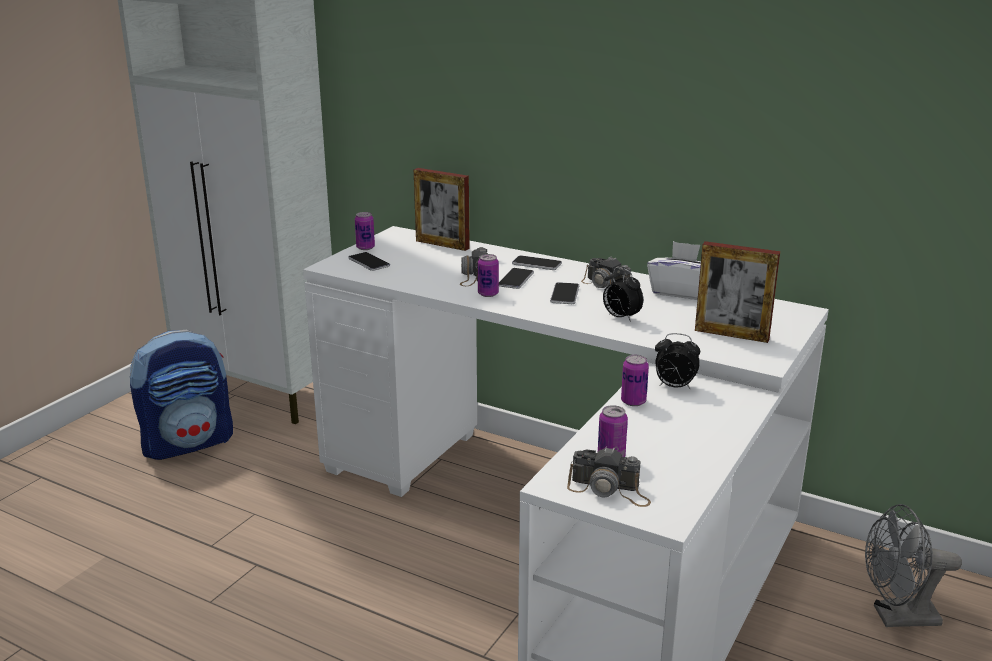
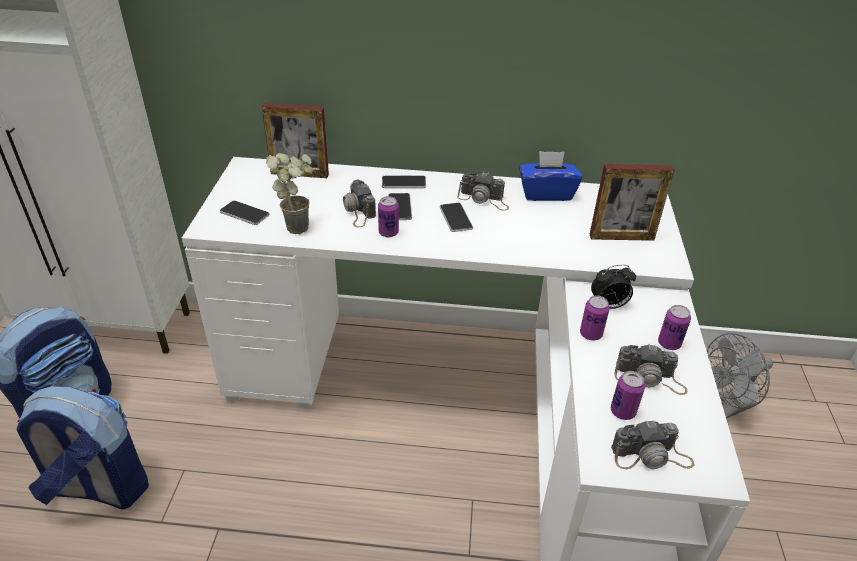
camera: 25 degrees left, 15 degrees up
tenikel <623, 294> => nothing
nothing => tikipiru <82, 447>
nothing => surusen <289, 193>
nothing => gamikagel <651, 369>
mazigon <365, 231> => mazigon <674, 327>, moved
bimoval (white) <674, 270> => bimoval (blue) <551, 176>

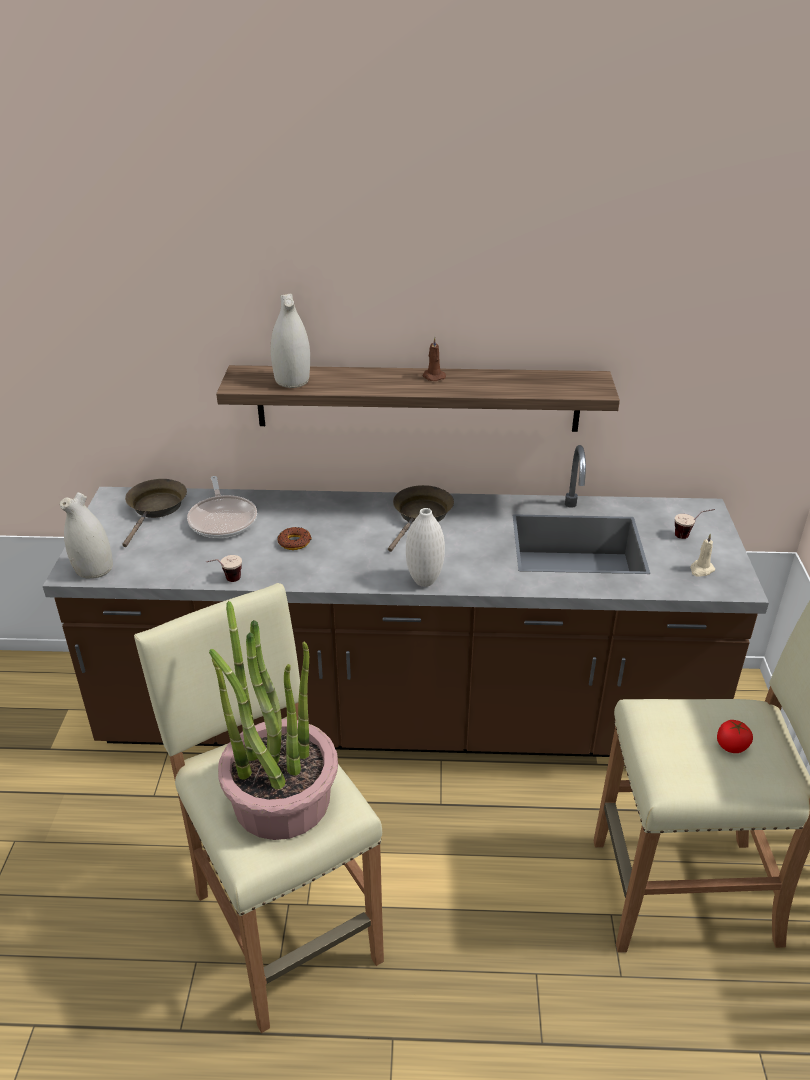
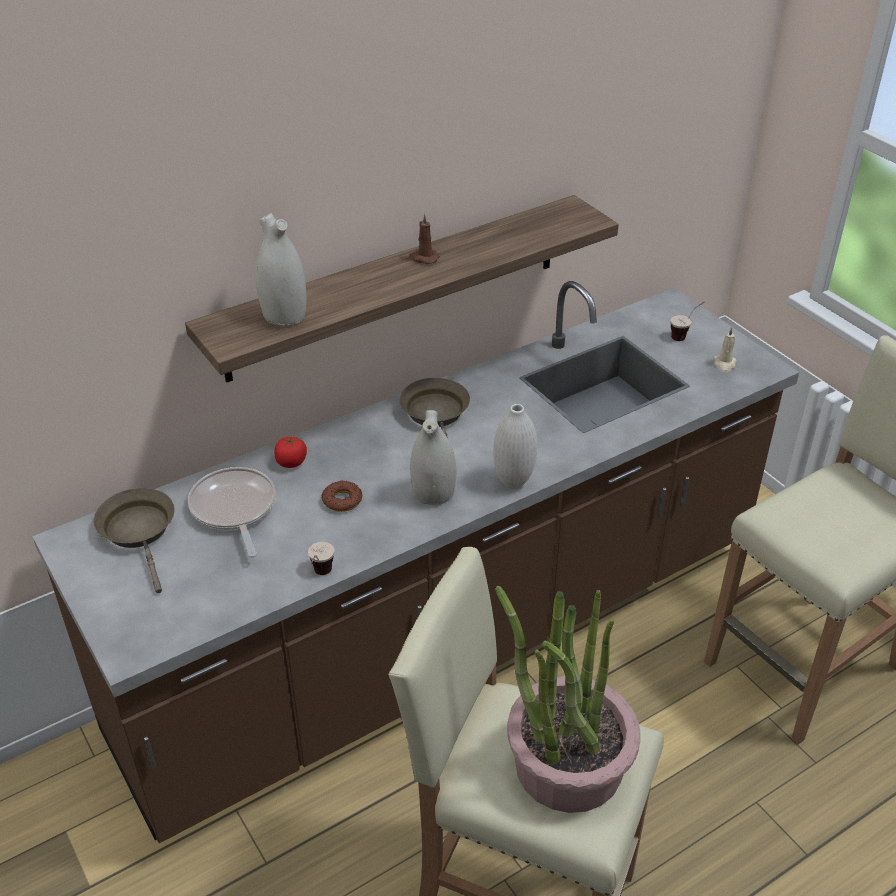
camera: 35 degrees left, 5 degrees up
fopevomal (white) <86, 535> => fopevomal (white) <433, 457>, moved
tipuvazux <735, 736> => tipuvazux <290, 452>, moved
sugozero <222, 507> => sugozero <232, 512>, 150 degrees counterclockwise

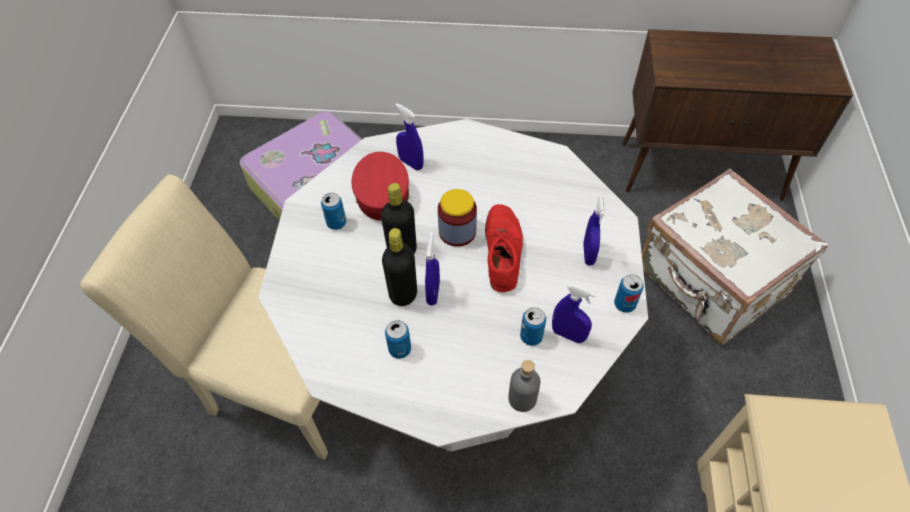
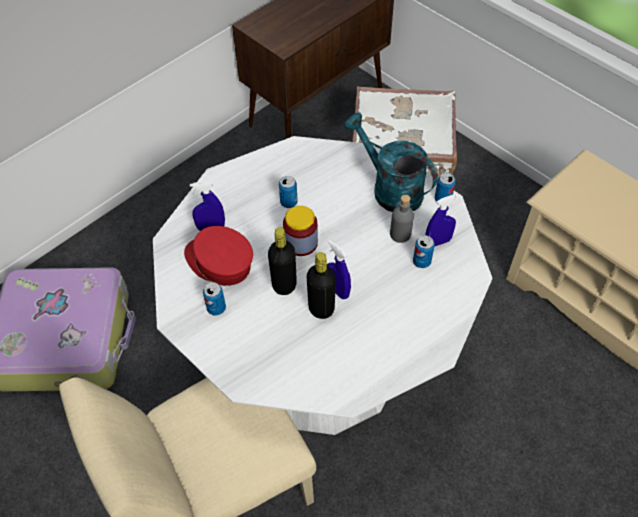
camera: 50 degrees left, 0 degrees up
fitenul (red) <504, 248> => nothing
mazigon <398, 339> => mazigon <288, 192>, moved
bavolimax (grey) <524, 386> => bavolimax (grey) <402, 219>, moved
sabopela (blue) <594, 231> => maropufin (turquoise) <391, 162>

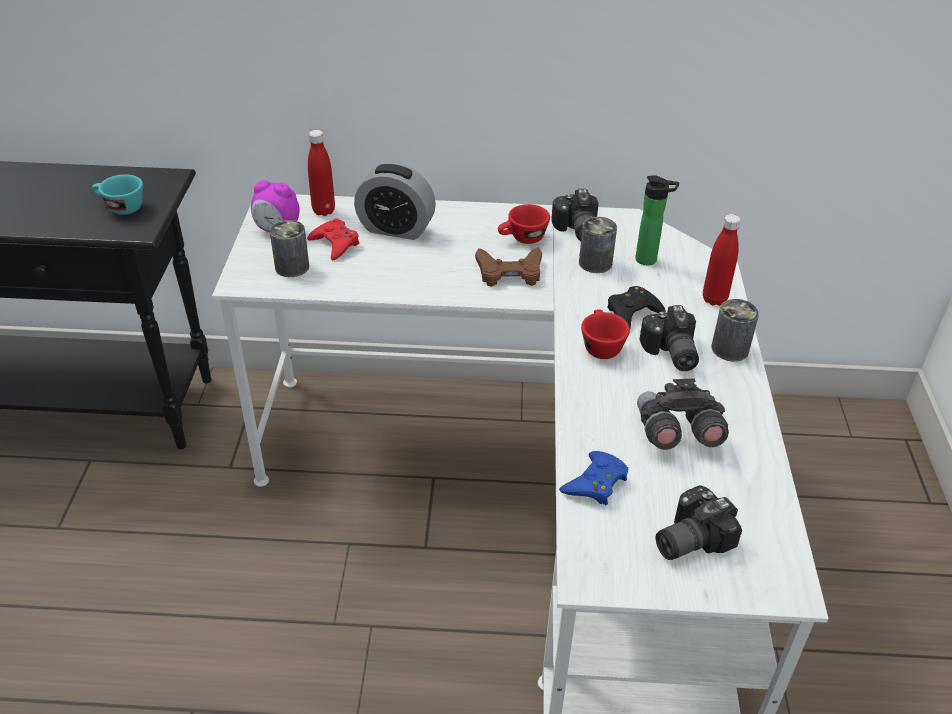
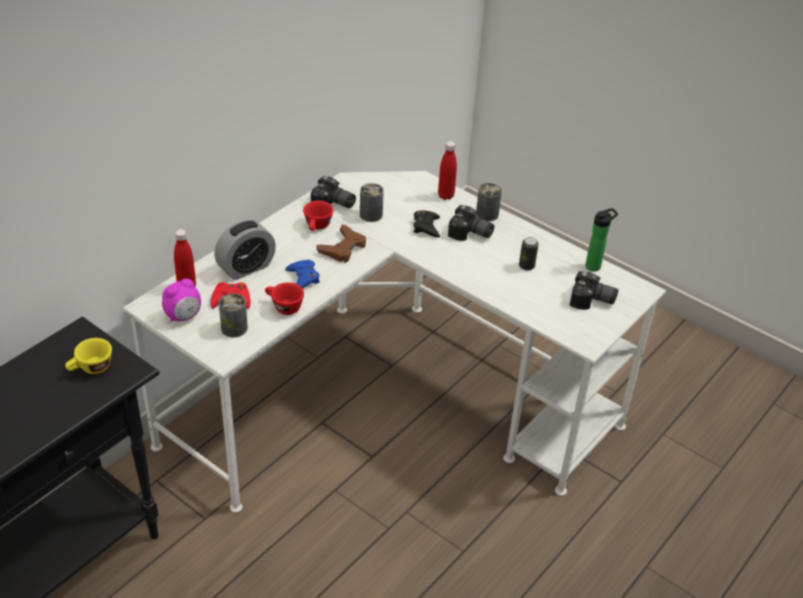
camera: 55 degrees left, 0 degrees up
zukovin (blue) <593, 478> => zukovin (blue) <302, 274>, moved
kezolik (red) <605, 334> => kezolik (red) <284, 298>, moved
bavolimax <657, 220> => bavolimax <601, 240>, moved
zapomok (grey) <683, 414> => mazigon <529, 253>
kezolik (turquoise) <117, 194> => kezolik (yellow) <88, 356>
gamikagel <699, 522> => gamikagel <594, 290>, 75 degrees counterclockwise

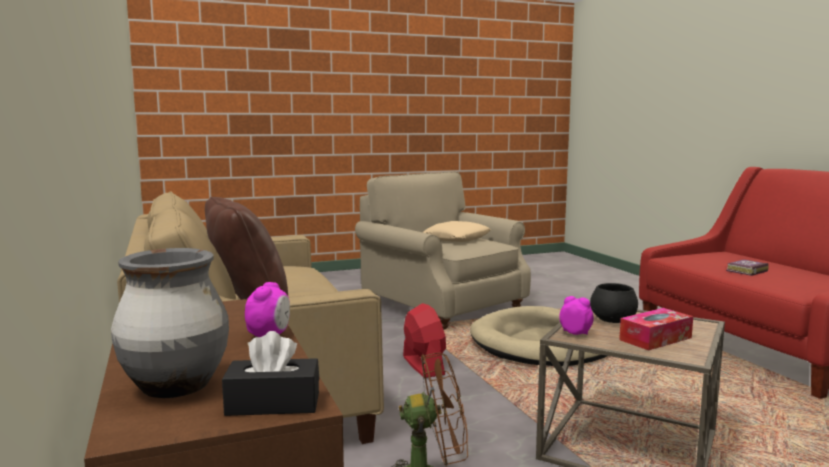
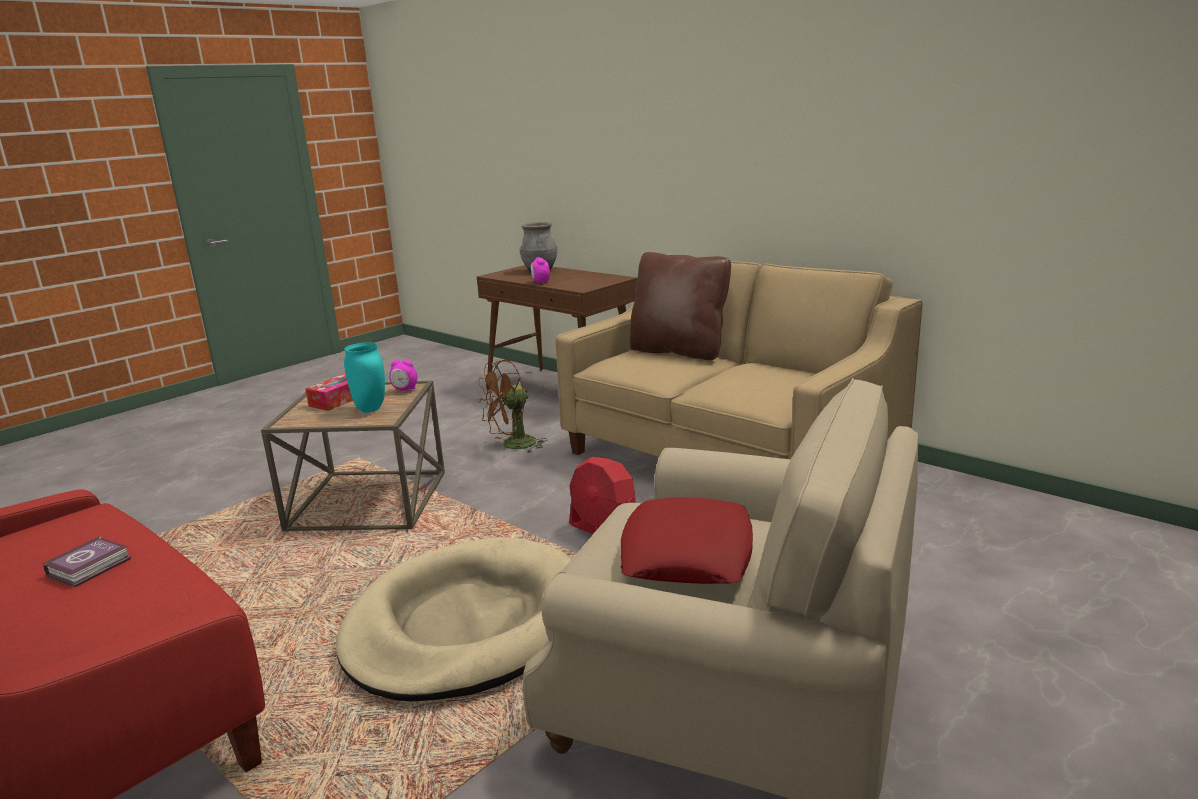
camera: 155 degrees right, 10 degrees up
bimoval (black) <270, 373> => nothing
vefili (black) <614, 303> => fopevomal (turquoise) <364, 377>
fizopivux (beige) <457, 231> => fizopivux (red) <687, 540>

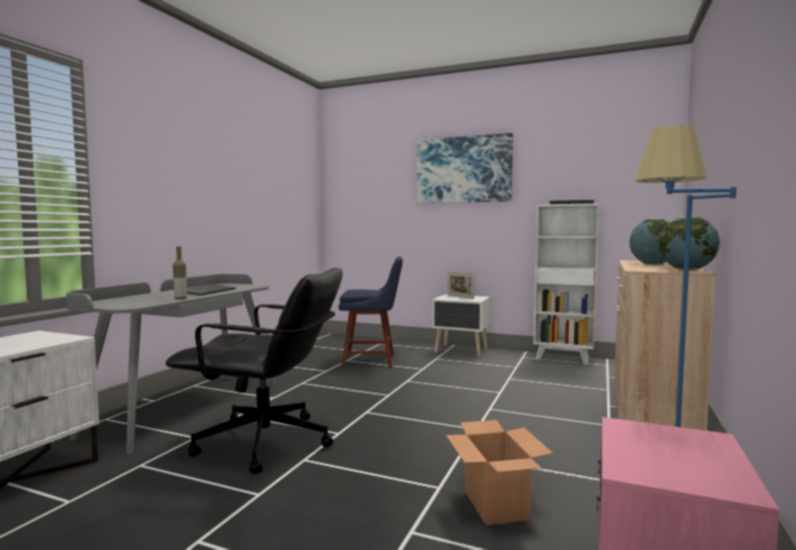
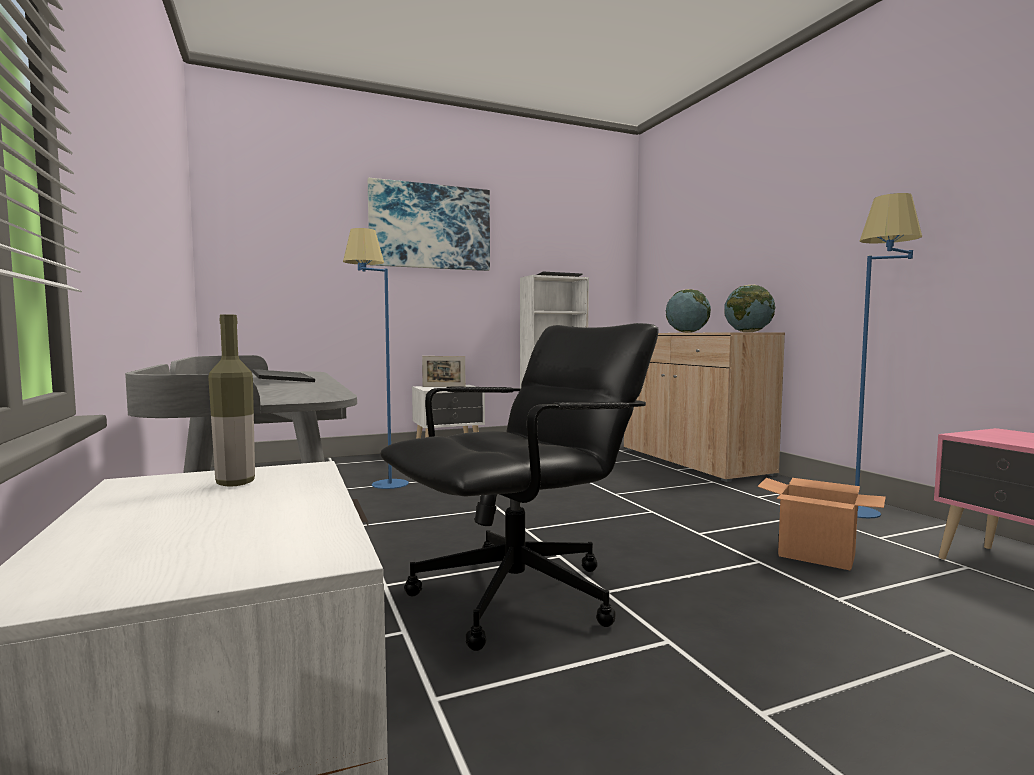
camera: 45 degrees left, 0 degrees up
bavolimax <180, 272> => bavolimax <231, 400>, moved
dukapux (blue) <371, 312> => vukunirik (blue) <376, 358>

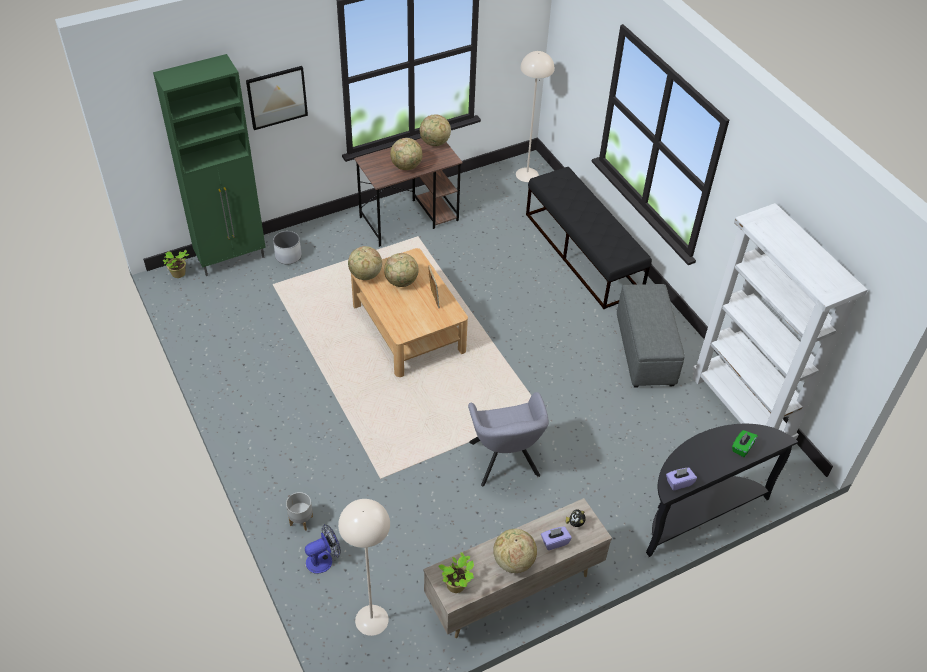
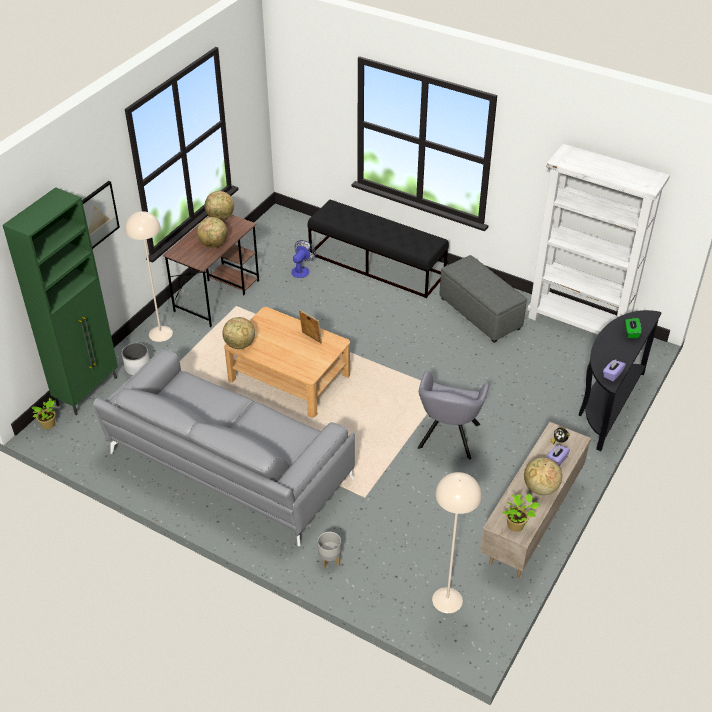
camera: 30 degrees left, 5 degrees down
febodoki <401, 270> => nothing
nothing => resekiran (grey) <224, 447>
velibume <323, 549> => velibume <304, 259>, moved
vukunirik (beige) <535, 116> => vukunirik (beige) <149, 276>, moved
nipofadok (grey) <508, 439> => nipofadok (grey) <453, 415>, 60 degrees clockwise

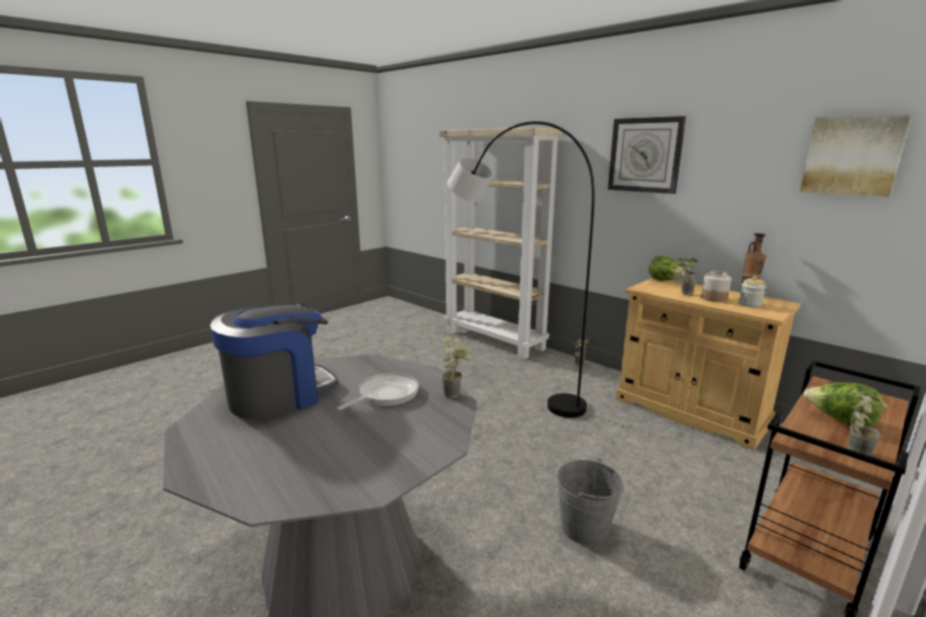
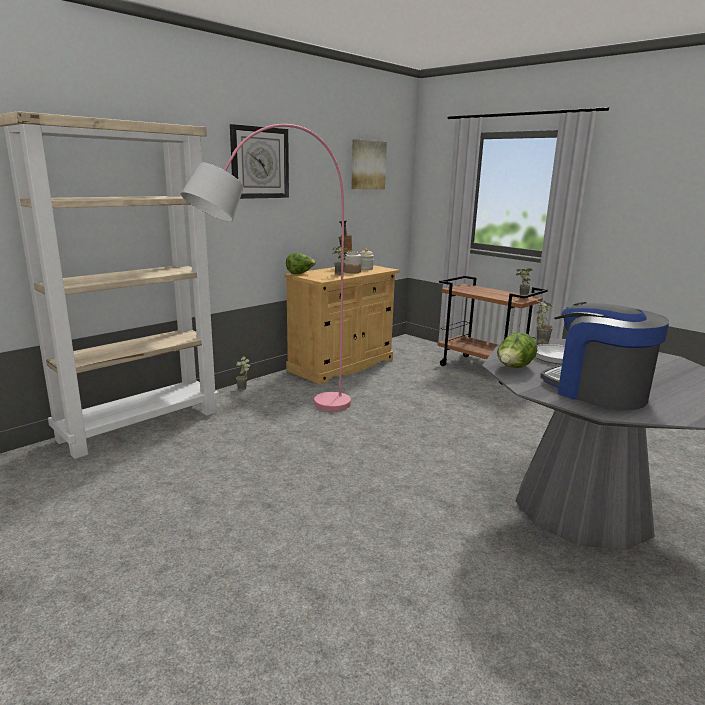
camera: 90 degrees left, 0 degrees up
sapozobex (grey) <590, 502> => nothing
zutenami <844, 405> => zutenami <517, 350>, moved
vukunirik (grey) <521, 269> => vukunirik (pink) <266, 268>

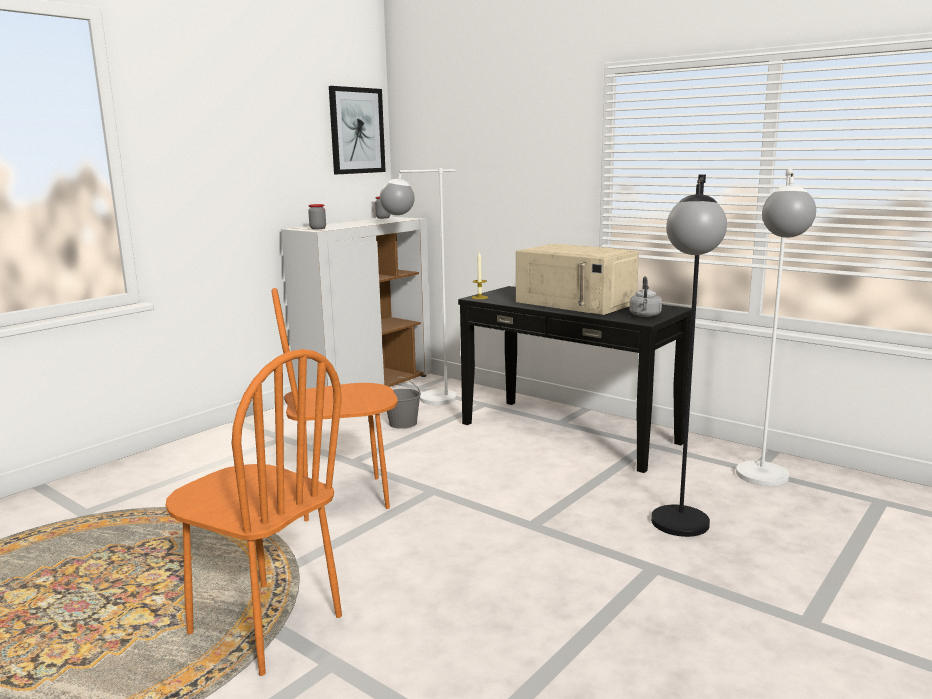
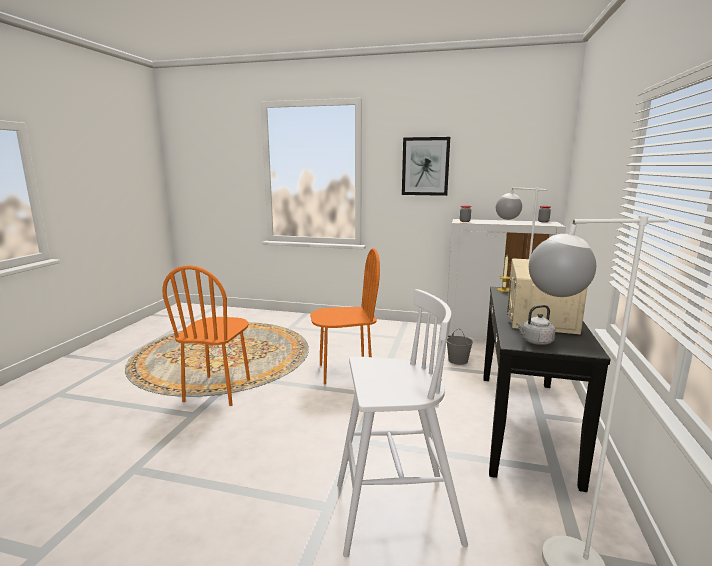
camera: 65 degrees right, 0 degrees up
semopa <357, 130> => semopa <426, 166>, moved
vukunirik (black) <689, 355> => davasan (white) <402, 423>
dukapux (orange) <334, 404> => dukapux (orange) <345, 316>, 120 degrees clockwise

